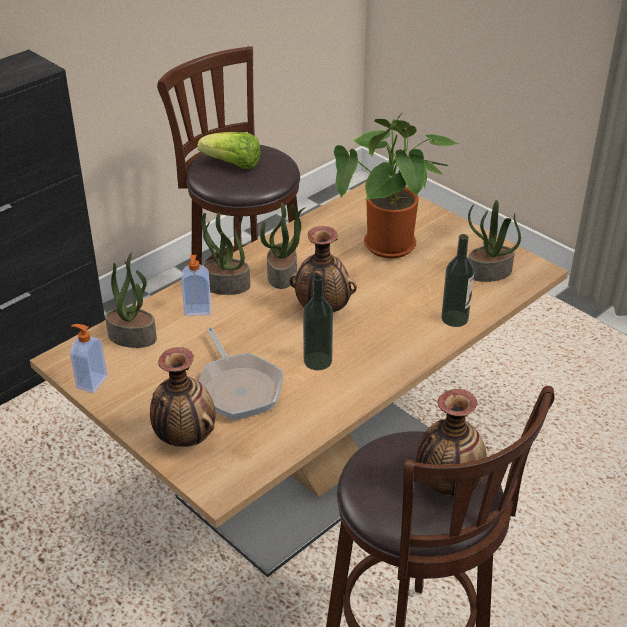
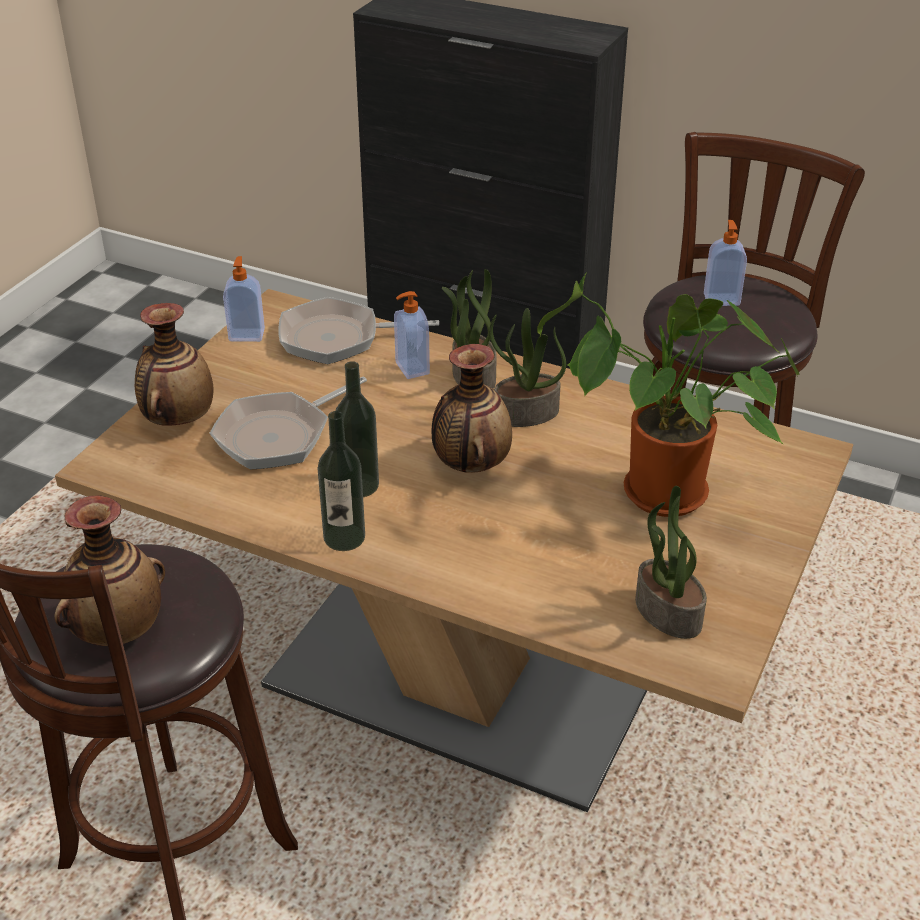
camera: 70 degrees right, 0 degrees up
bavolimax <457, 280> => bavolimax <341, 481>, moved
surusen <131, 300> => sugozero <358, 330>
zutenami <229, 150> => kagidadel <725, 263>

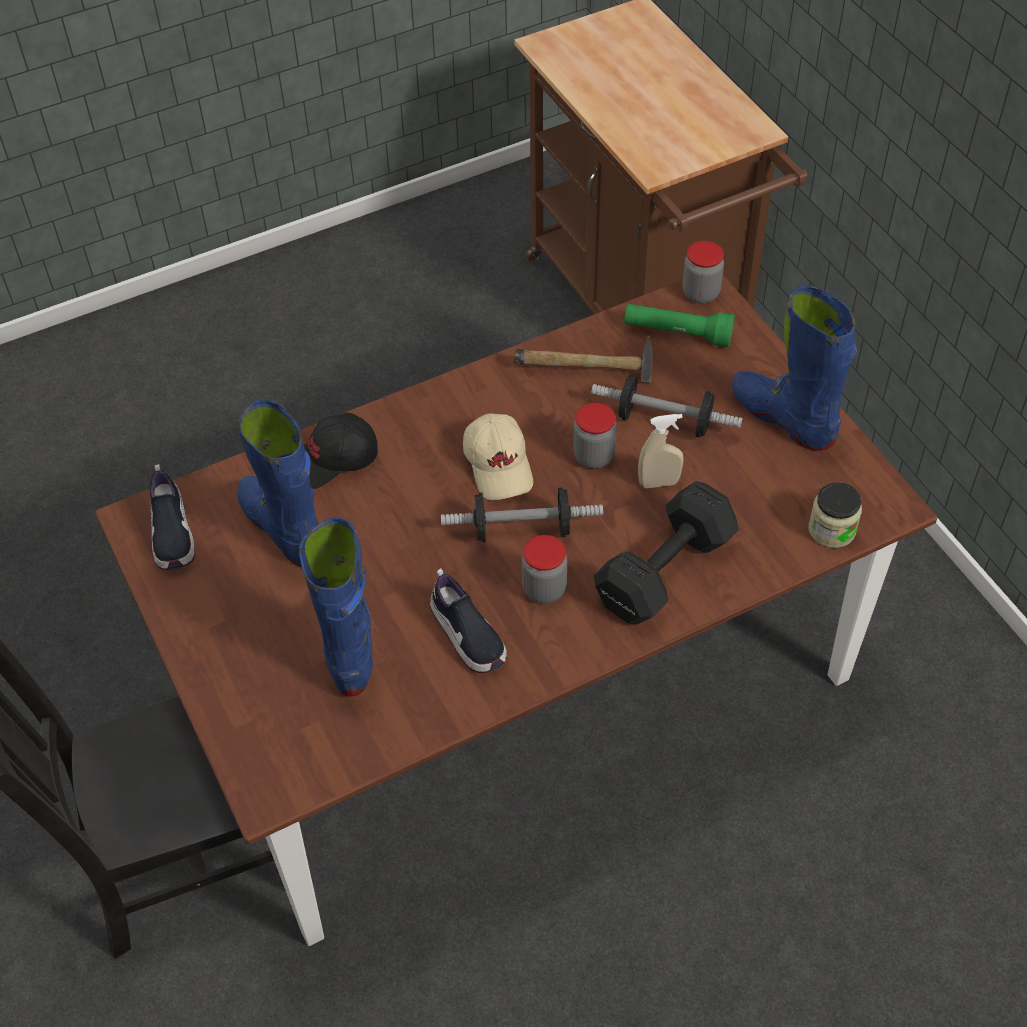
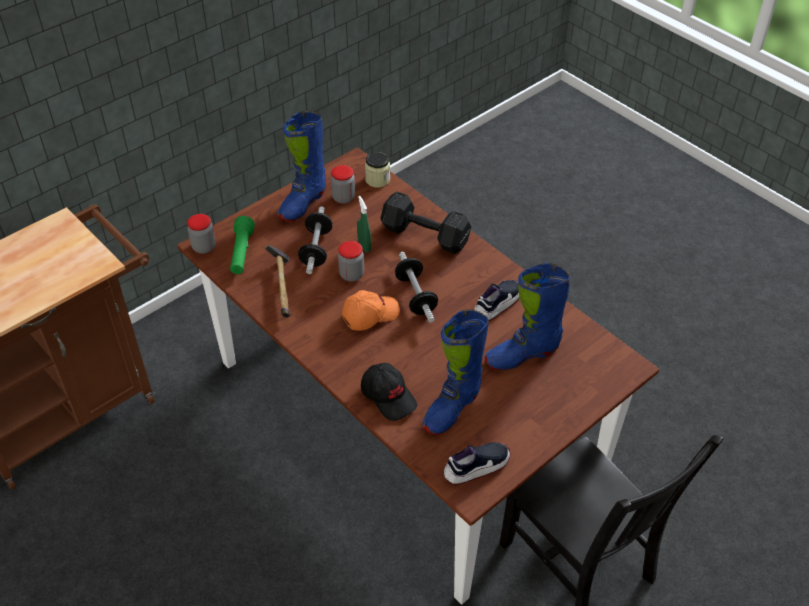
camera: 105 degrees left, 5 degrees down
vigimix <544, 569> => vigimix <343, 184>, moved
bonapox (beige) <498, 457> => bonapox (orange) <371, 310>
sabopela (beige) <661, 451> => sabopela (green) <364, 224>

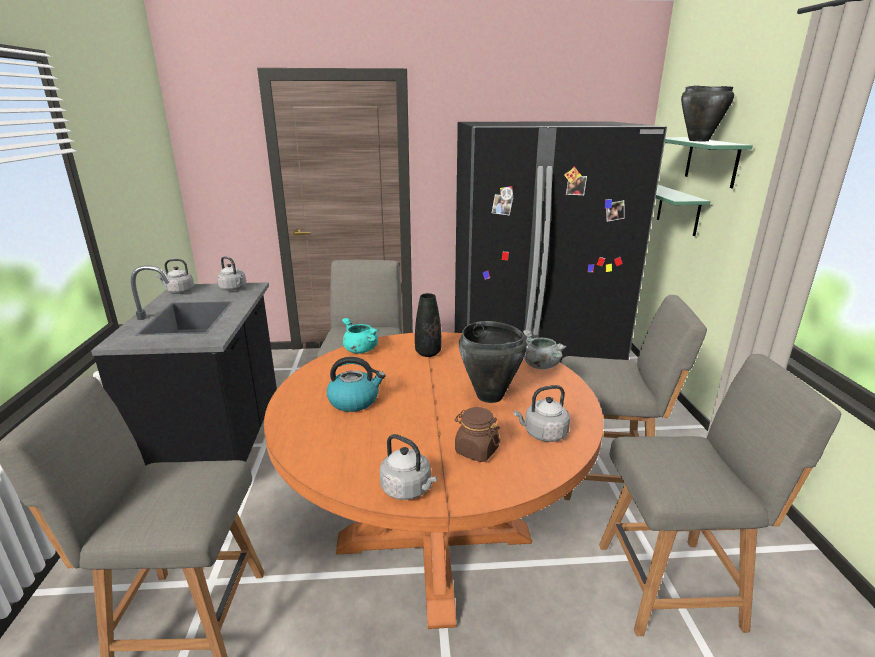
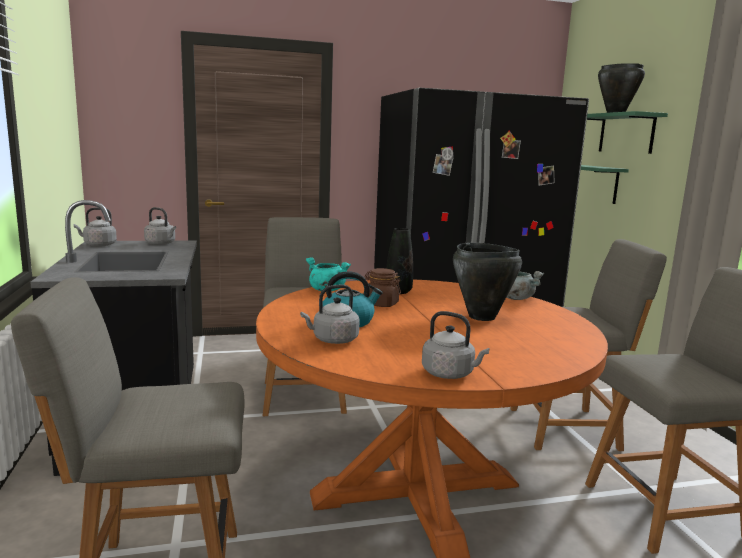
camera: 10 degrees left, 10 degrees down
vigimix (brown) <477, 434> => vigimix (brown) <382, 287>, moved
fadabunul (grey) <542, 413> => fadabunul (grey) <330, 314>, moved

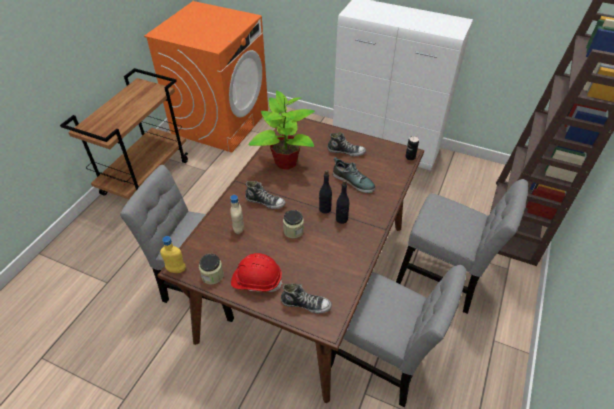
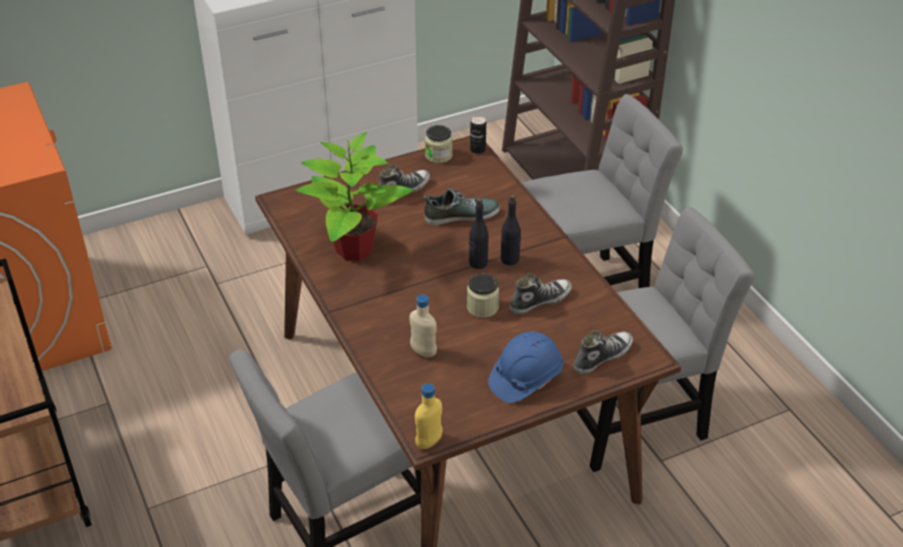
camera: 50 degrees left, 5 degrees down
vigimix <211, 269> => vigimix <438, 144>, moved
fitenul <265, 195> => fitenul <541, 293>, moved
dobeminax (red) <257, 272> => dobeminax (blue) <525, 367>

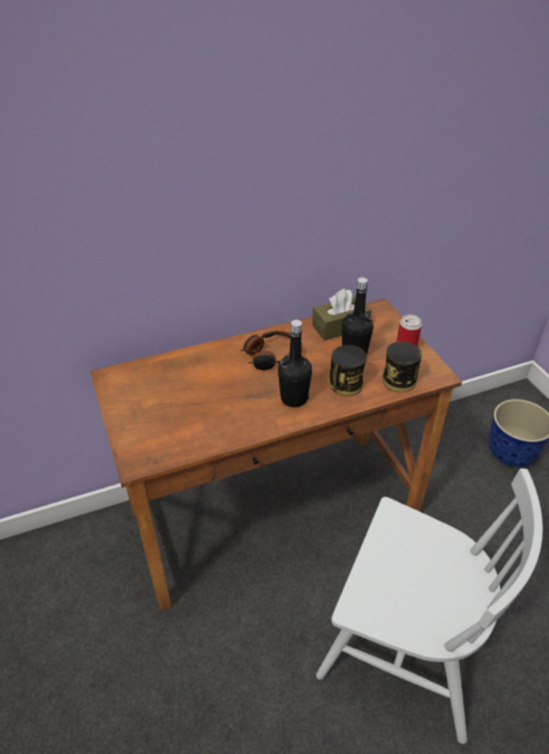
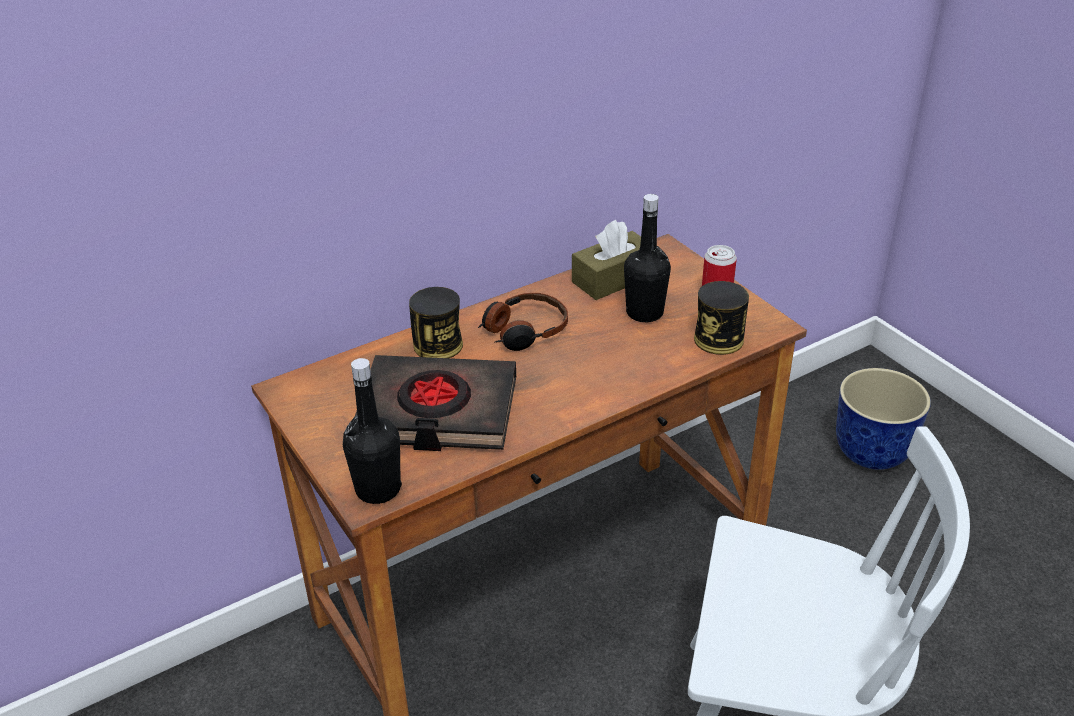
camera: 10 degrees left, 5 degrees down
nothing => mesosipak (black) <435, 403>
bavolimax (black) <295, 363> => bavolimax (black) <372, 431>, moved
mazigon <348, 370> => mazigon <436, 322>, moved

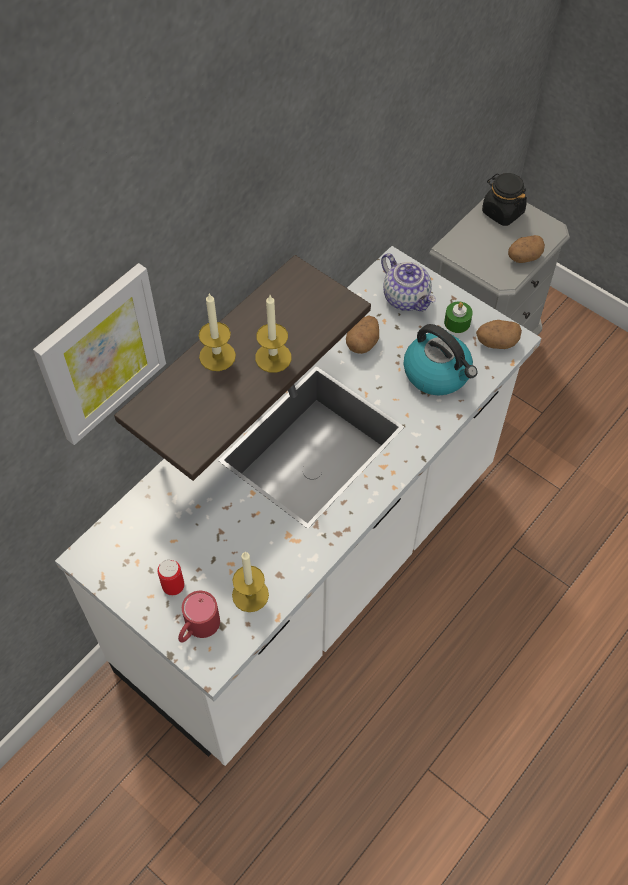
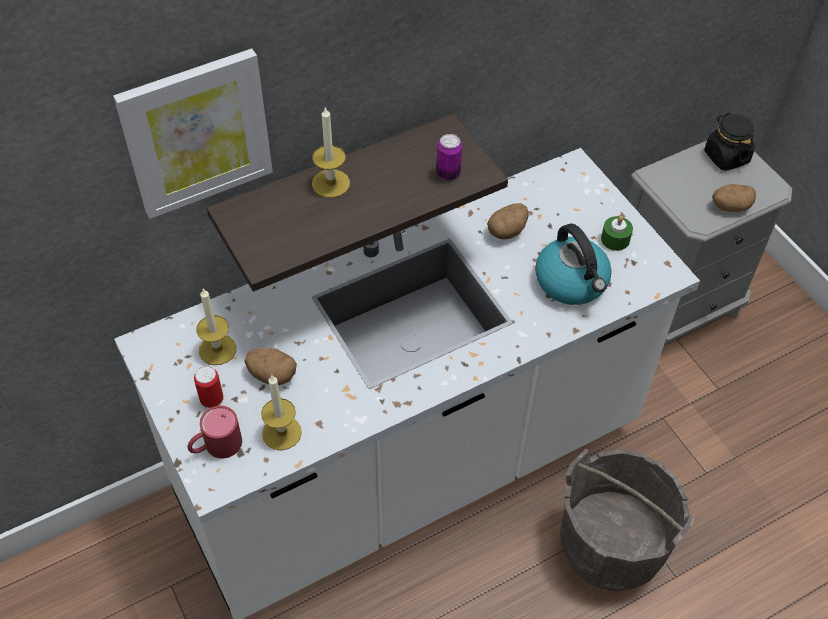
camera: 20 degrees right, 5 degrees down
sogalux <408, 282> => nothing
nothing => mazigon <449, 157>
nothing => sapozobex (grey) <627, 519>
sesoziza <273, 334> => sesoziza <216, 327>, moved
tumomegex <499, 334> => tumomegex <270, 366>, moved

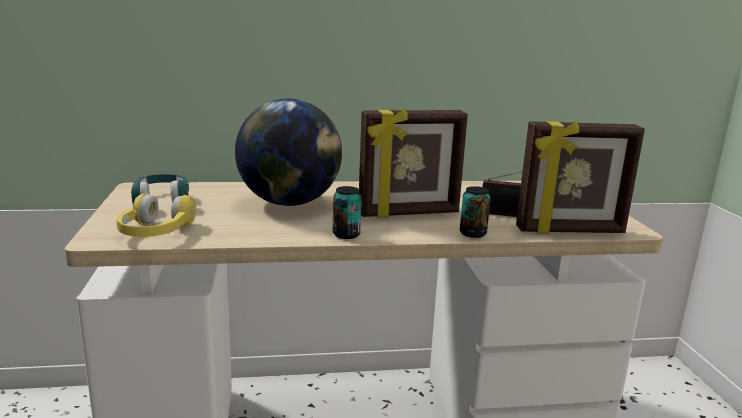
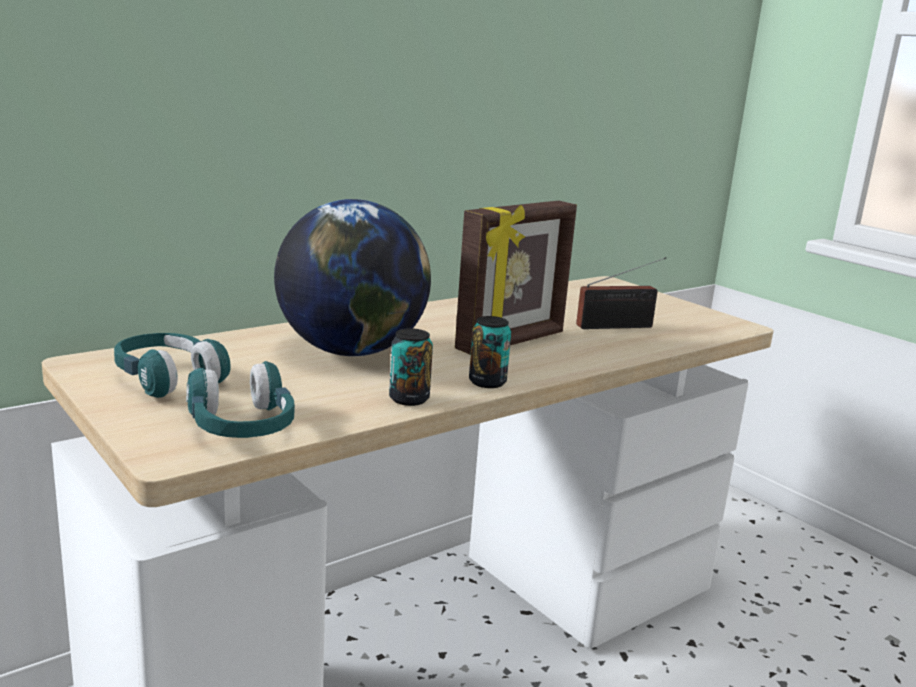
camera: 30 degrees left, 0 degrees up
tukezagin <580, 177> => nothing
mazigon <475, 212> => mazigon <411, 367>, moved
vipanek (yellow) <156, 215> => vipanek (turquoise) <240, 399>

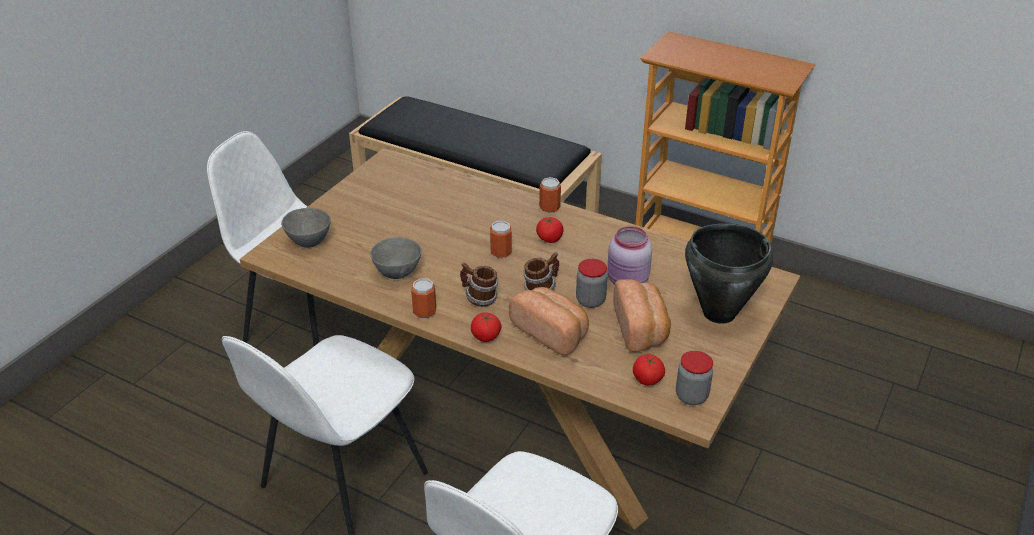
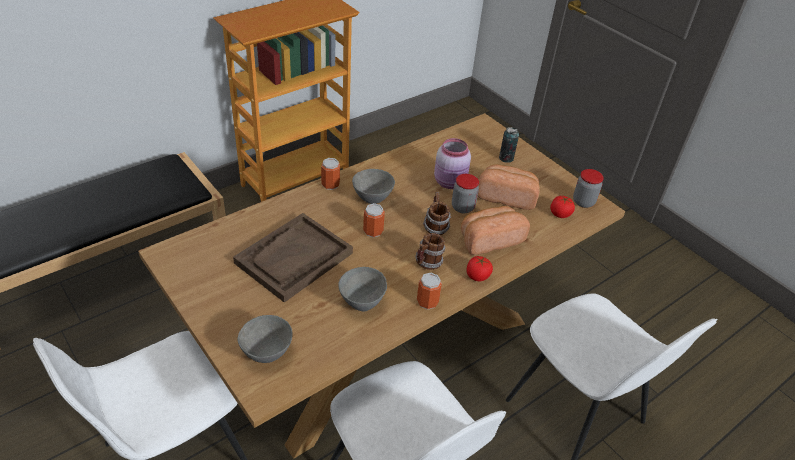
camera: 70 degrees left, 5 degrees up
nothing => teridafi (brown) <293, 258>
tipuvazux <550, 230> => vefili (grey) <373, 186>
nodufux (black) <729, 274> => mazigon <509, 145>

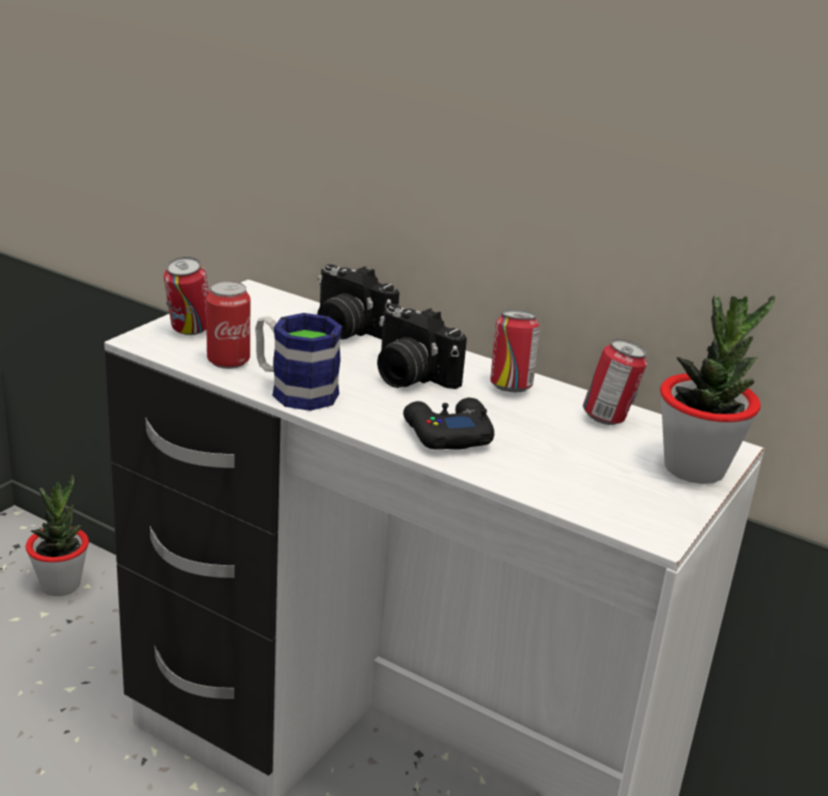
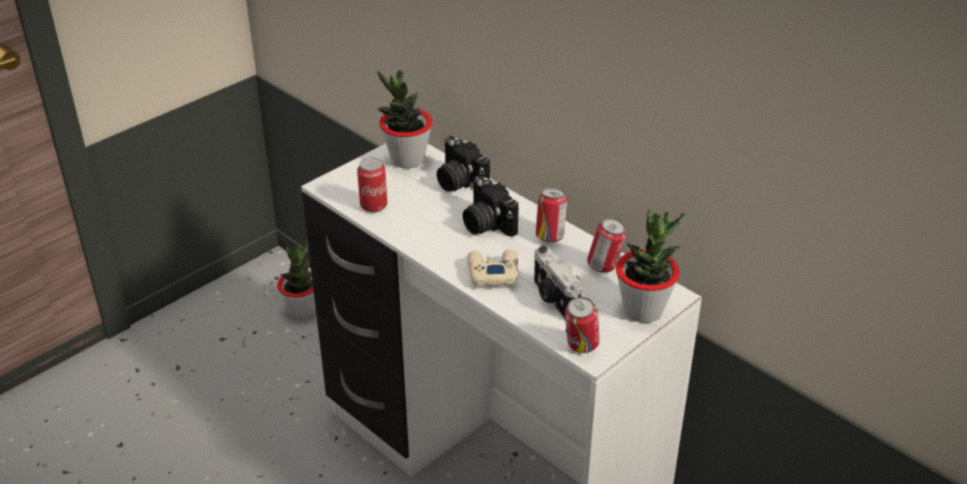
camera: 15 degrees right, 10 degrees up
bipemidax <298, 362> => nothing
nothing => surusen <405, 119>
nothing => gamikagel <558, 283>
mazigon <186, 296> => mazigon <582, 325>, moved
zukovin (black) <448, 424> => zukovin (beige) <492, 268>

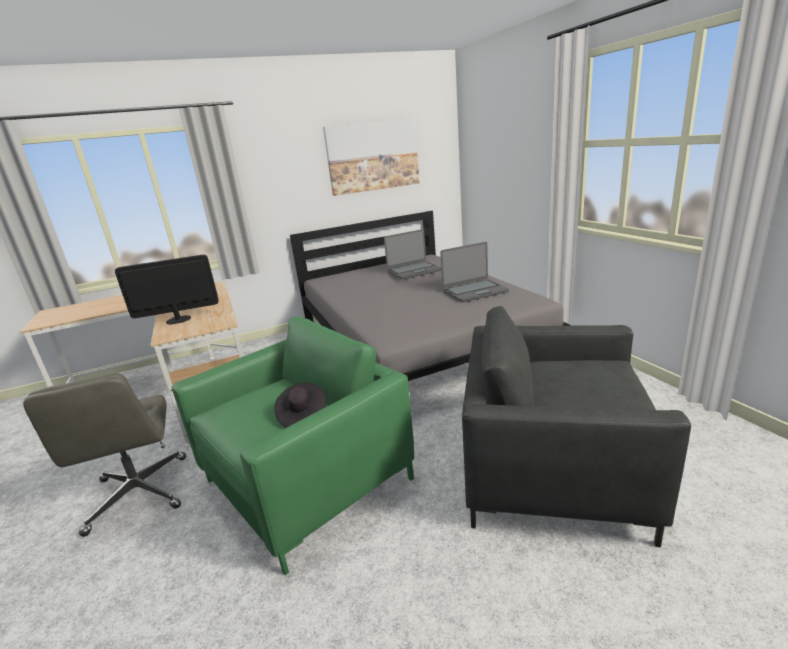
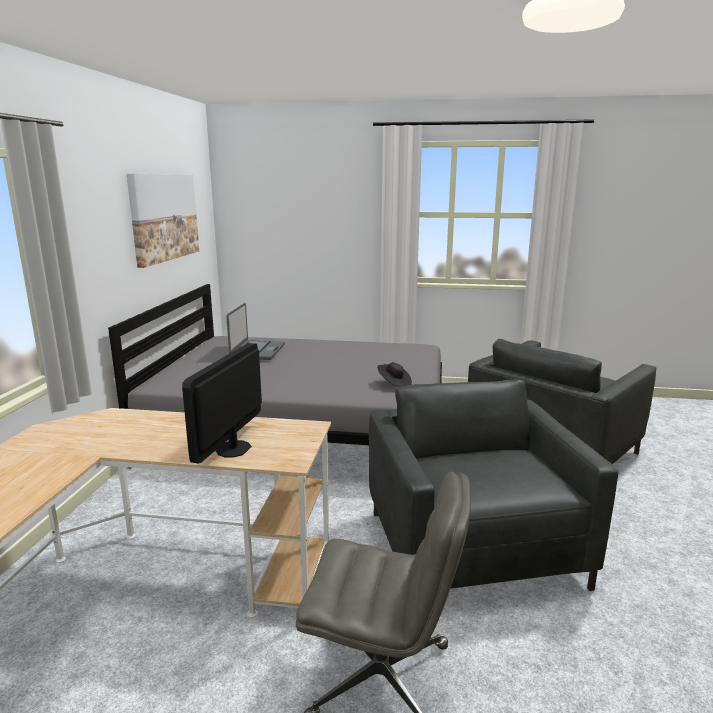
camera: 60 degrees left, 5 degrees down
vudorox <474, 272> => nothing
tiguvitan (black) <300, 405> => tiguvitan (black) <394, 374>, moved
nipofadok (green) <293, 446> => nipofadok (grey) <493, 485>

